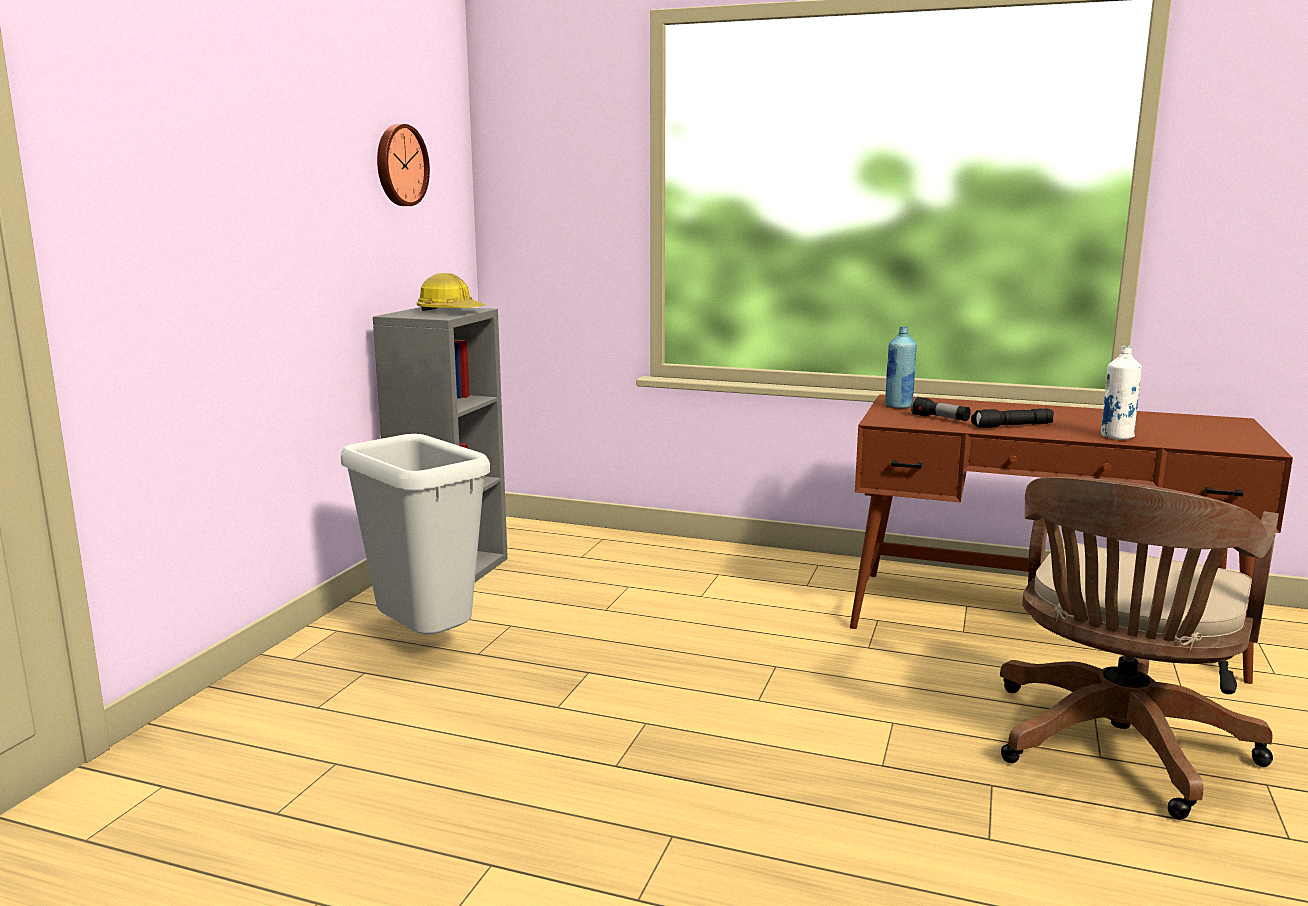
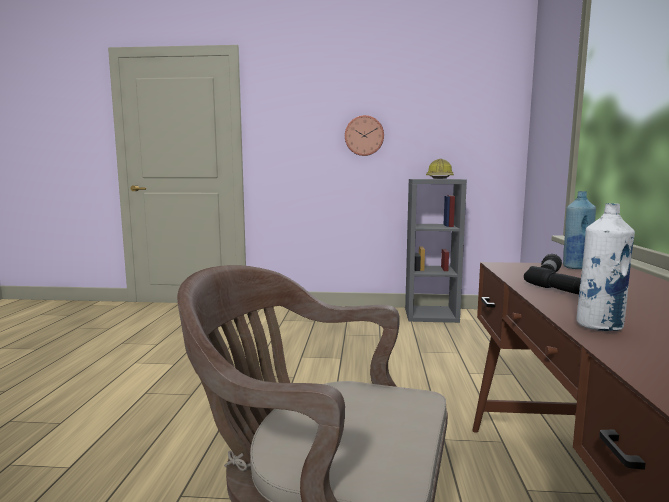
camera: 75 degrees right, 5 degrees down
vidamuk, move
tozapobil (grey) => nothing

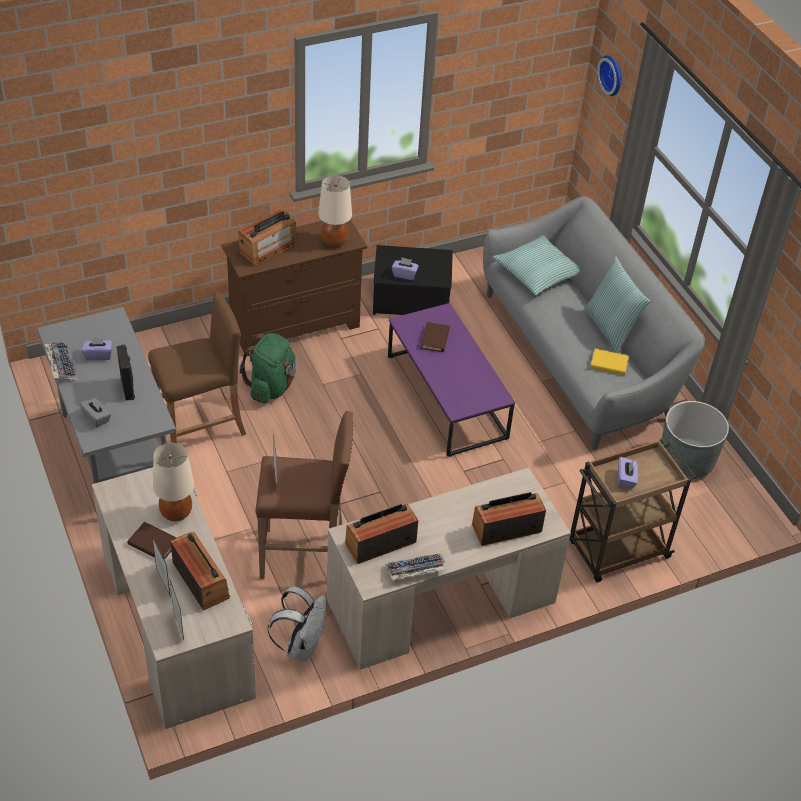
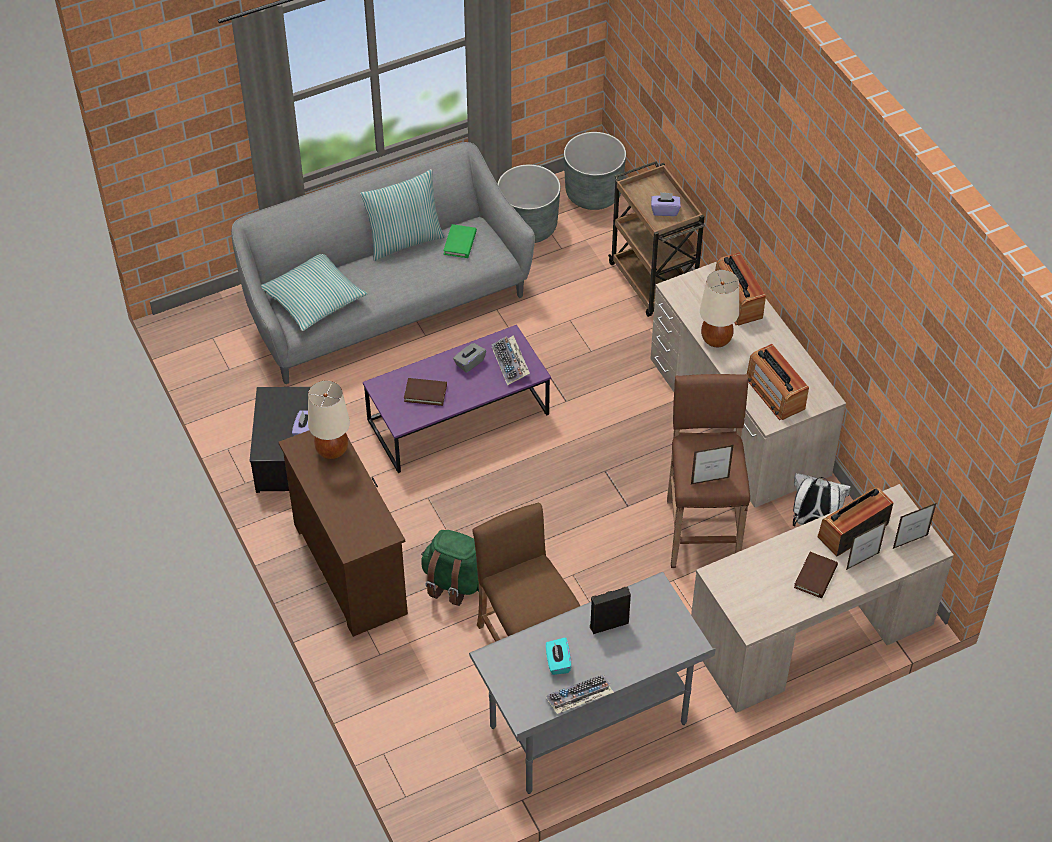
camera: 90 degrees left, 5 degrees up
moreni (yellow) => moreni (green)
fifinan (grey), move
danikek (2nd from left in the first image) => danikek (1st from left), move
fifinan (purple) (1st from left) => fifinan (turquoise)
nothing => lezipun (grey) (2nd from left)
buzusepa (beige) (1st from left in the first image) => buzusepa (beige) (2nd from left), move
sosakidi (2nd from left) => nothing
vidamuk => nothing

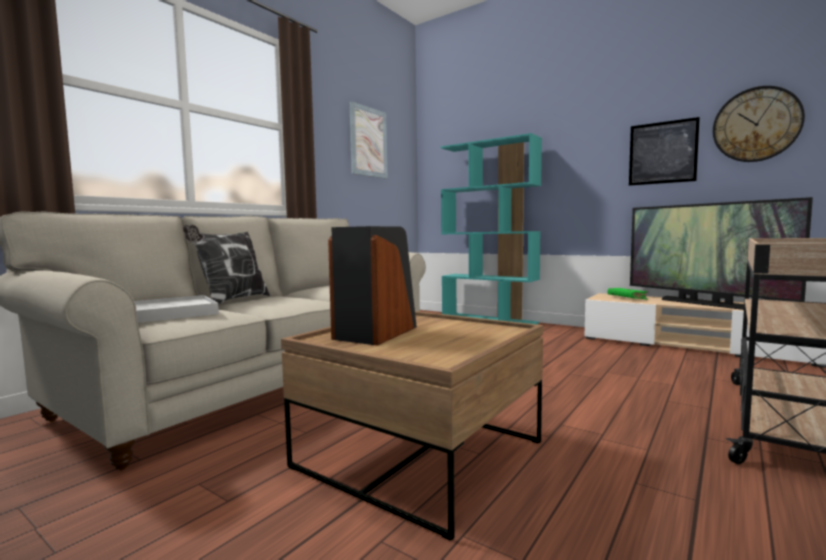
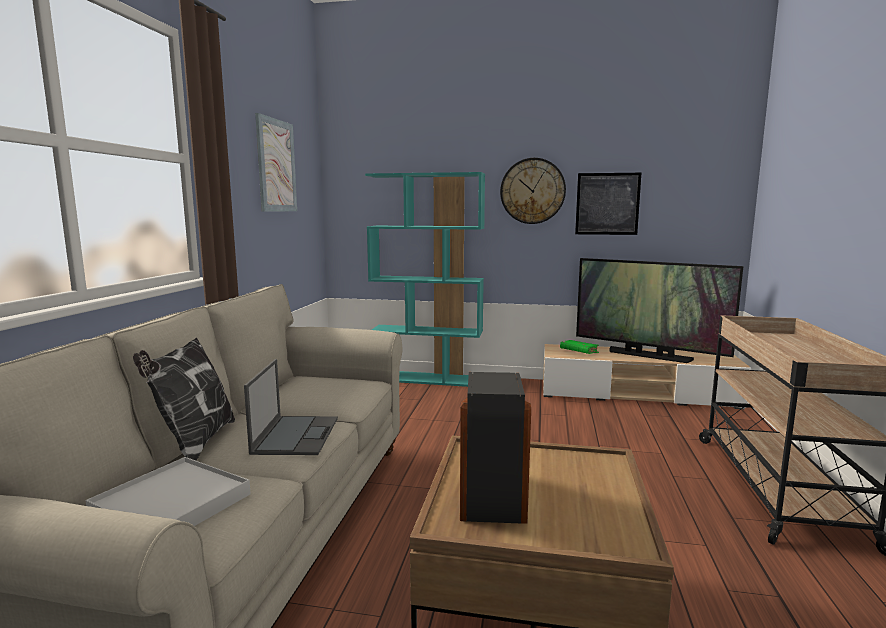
camera: 25 degrees left, 5 degrees up
nothing => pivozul
vidamuk, move

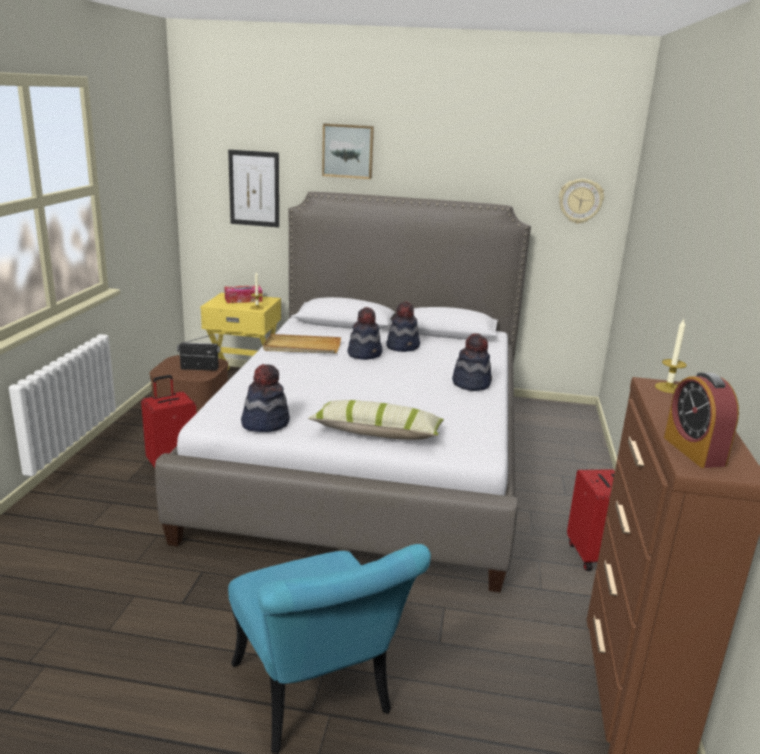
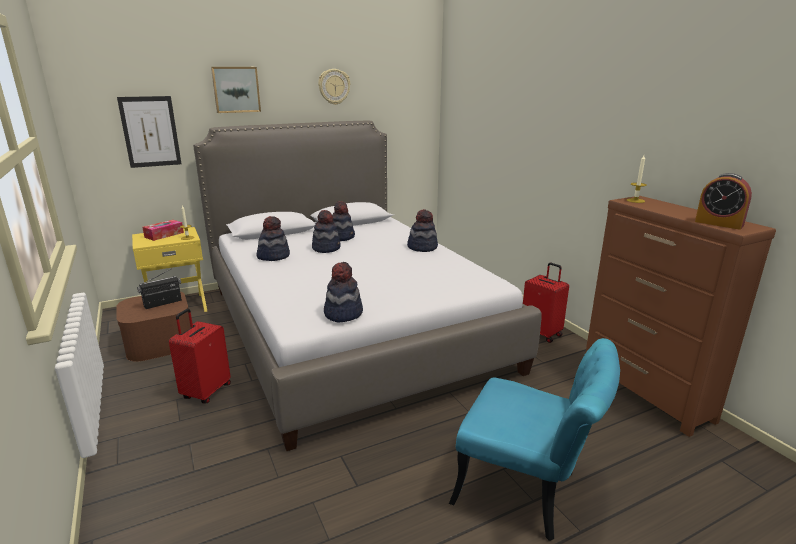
camera: 35 degrees left, 0 degrees up
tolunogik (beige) => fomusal (1st from left)
vidamuk, move
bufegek => nothing

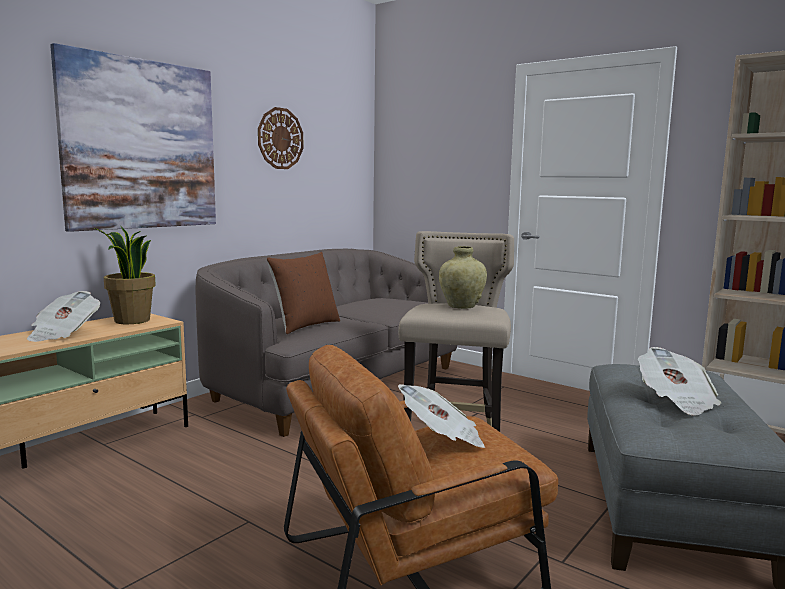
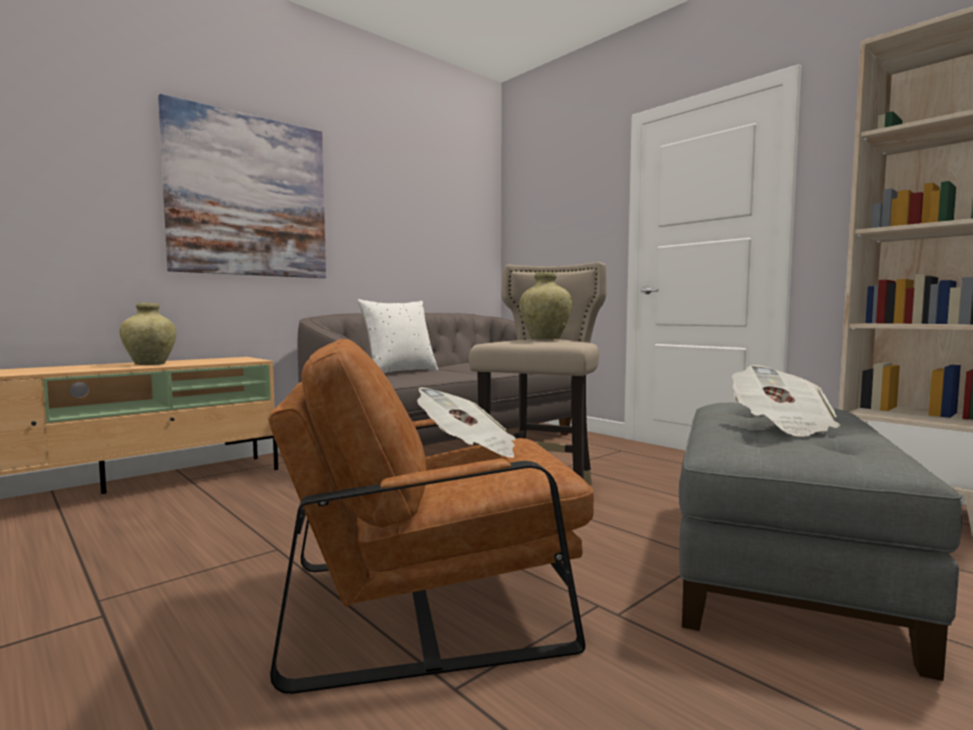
camera: 10 degrees right, 5 degrees down
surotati (1st from left) => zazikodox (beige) (1st from left)
bufegek (brown) => bufegek (white)
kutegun => nothing
vidamuk => nothing

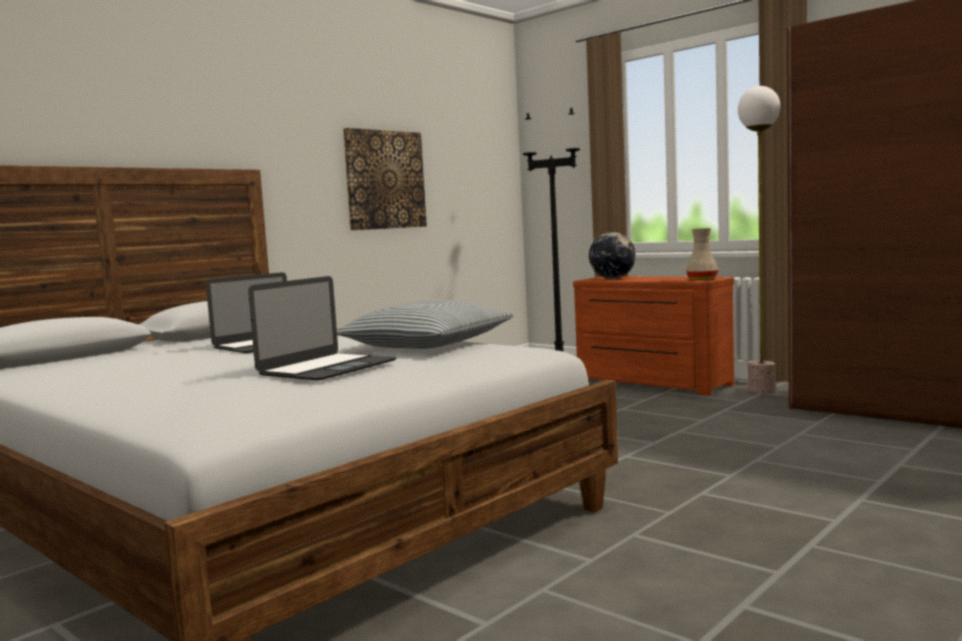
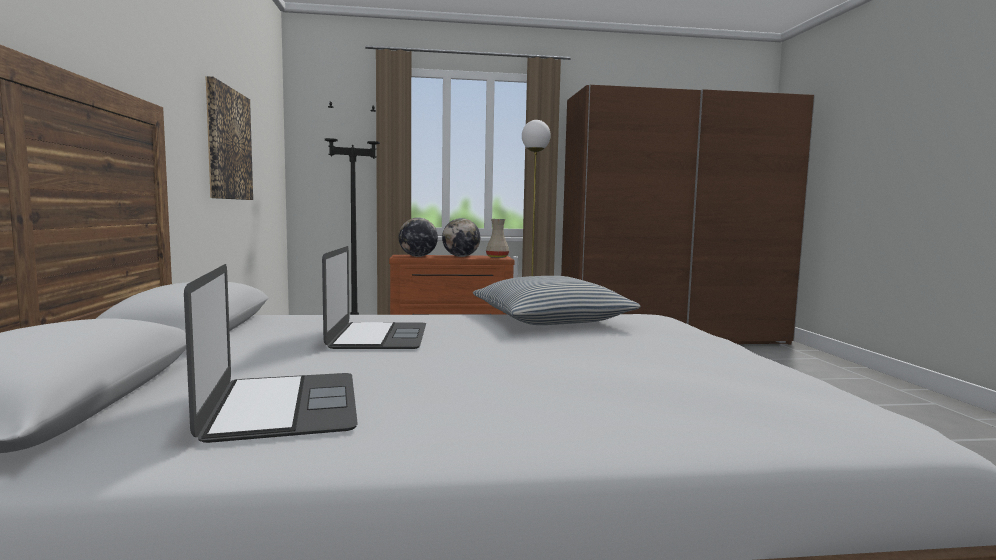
camera: 50 degrees left, 0 degrees up
pivozul (2nd from left in the first image) => pivozul (1st from left), move
nothing => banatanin (2nd from left)

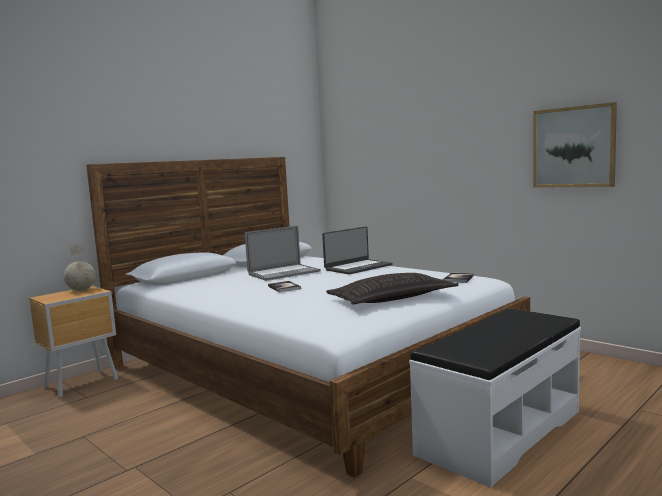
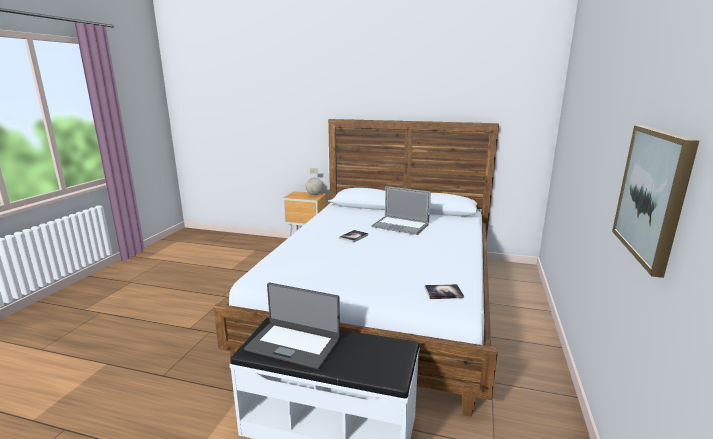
camera: 60 degrees right, 10 degrees up
pivozul (2nd from left in the first image) => pivozul (1st from left), move
bufegek => nothing

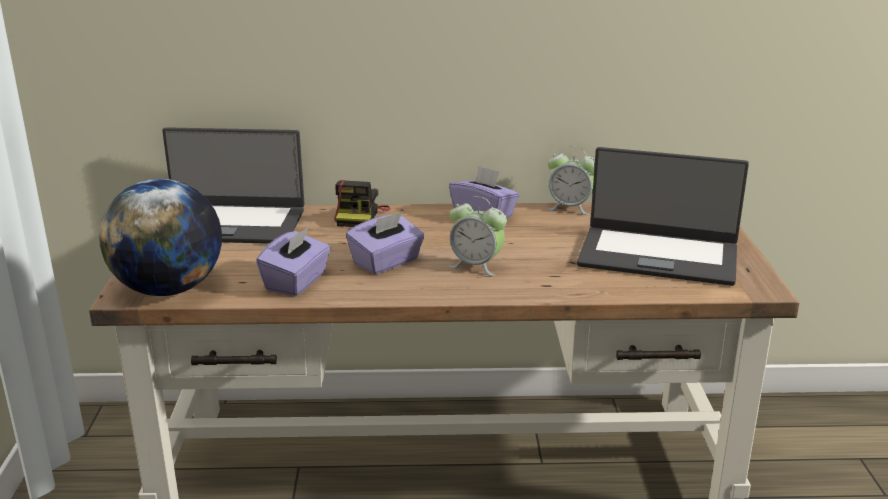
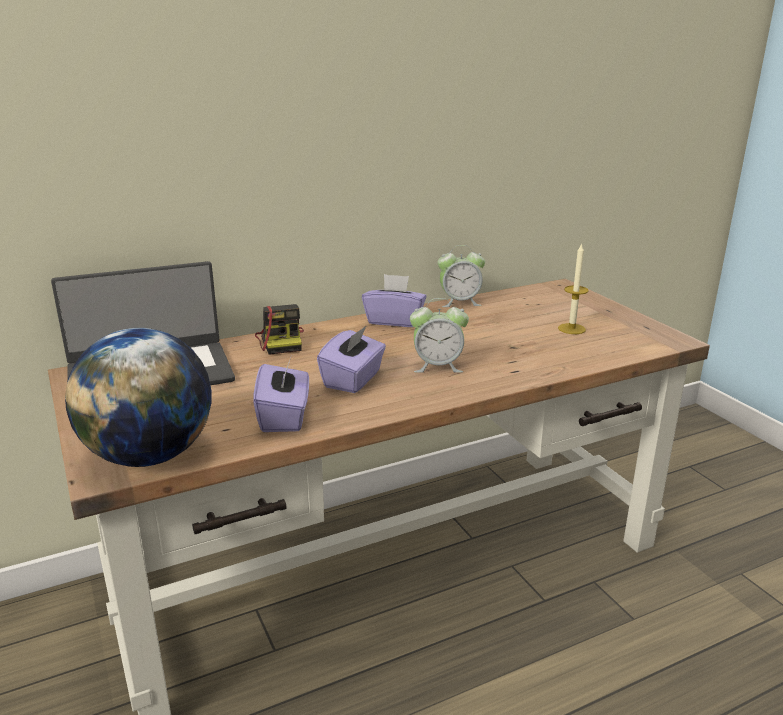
camera: 25 degrees left, 0 degrees up
pivozul (2nd from left) => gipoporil

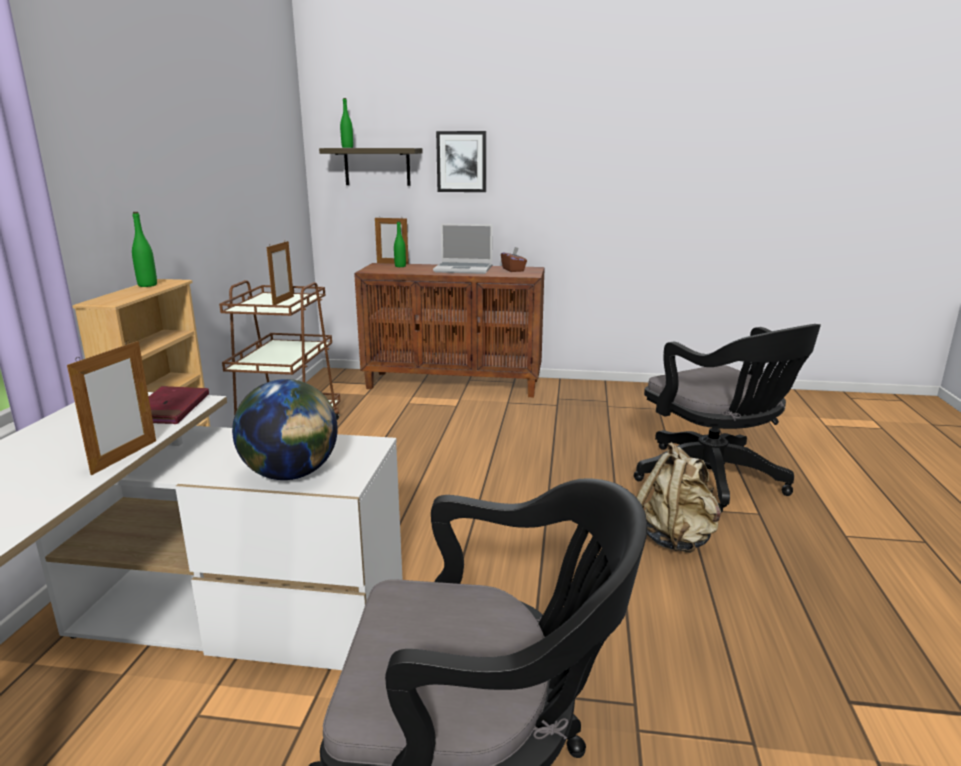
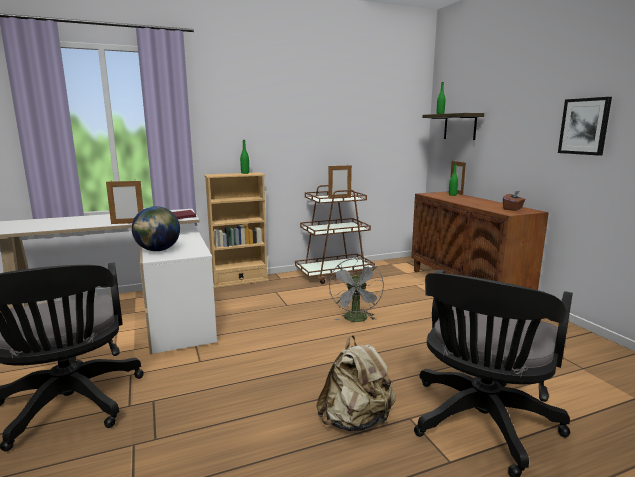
camera: 60 degrees right, 5 degrees down
nothing => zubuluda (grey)
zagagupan, move
pivozul => nothing

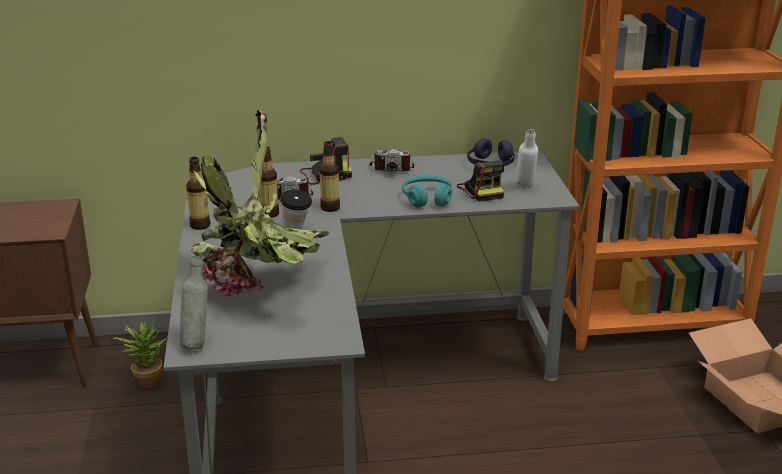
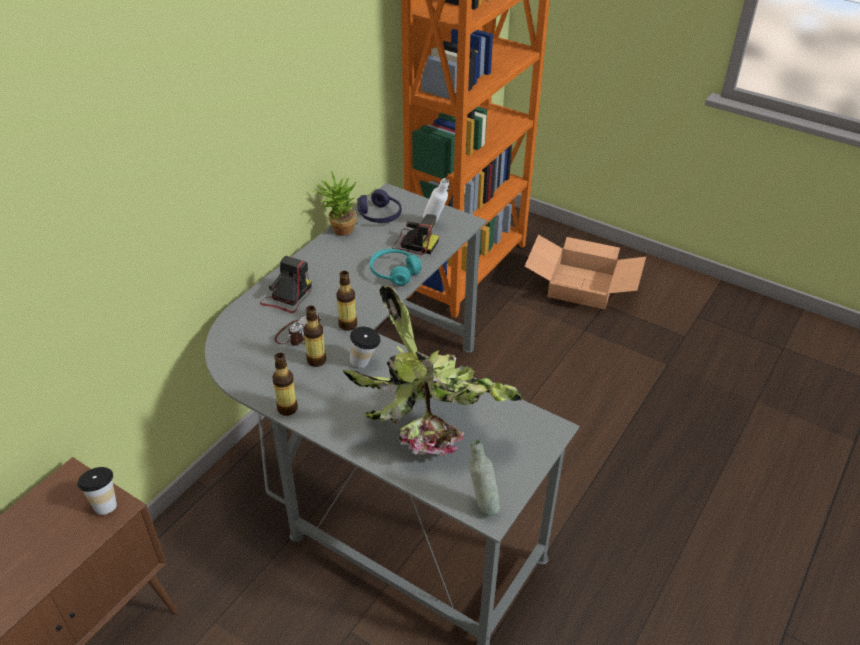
camera: 50 degrees left, 15 degrees up
nothing => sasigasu (1st from left)
kutegun (1st from left), move
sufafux (3rd from left) => nothing

